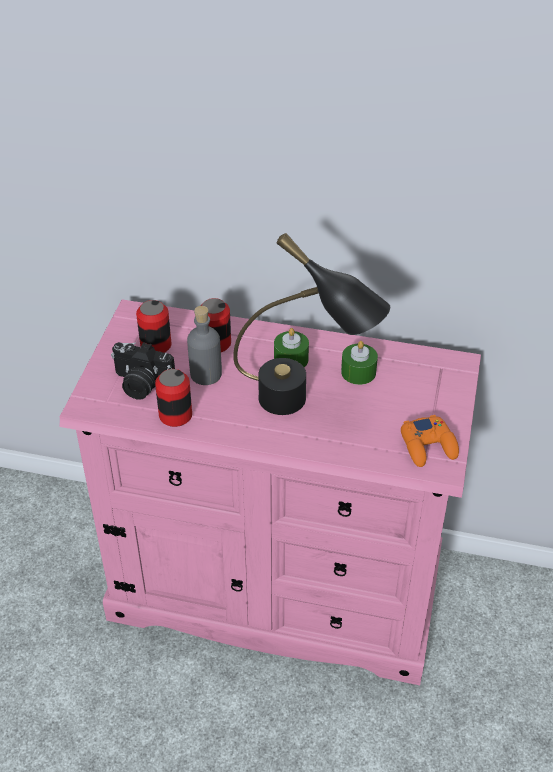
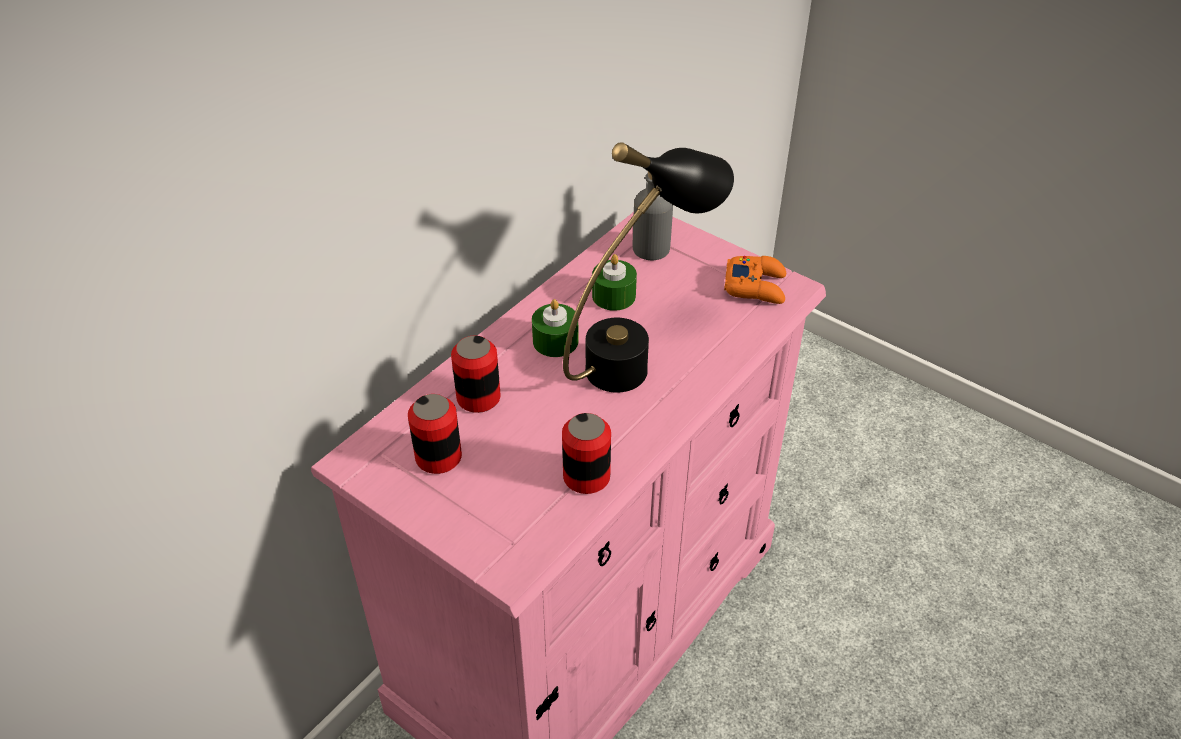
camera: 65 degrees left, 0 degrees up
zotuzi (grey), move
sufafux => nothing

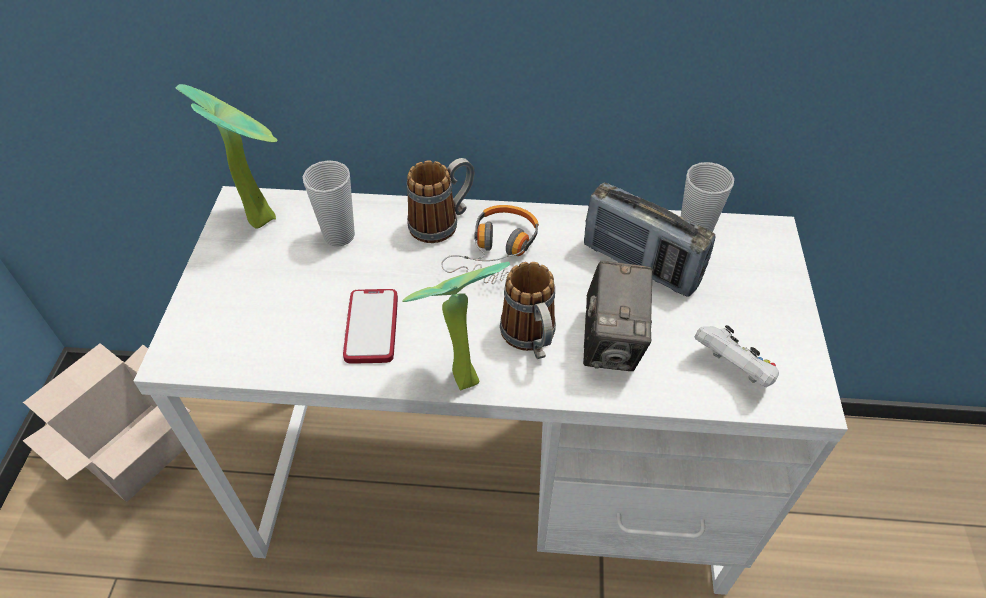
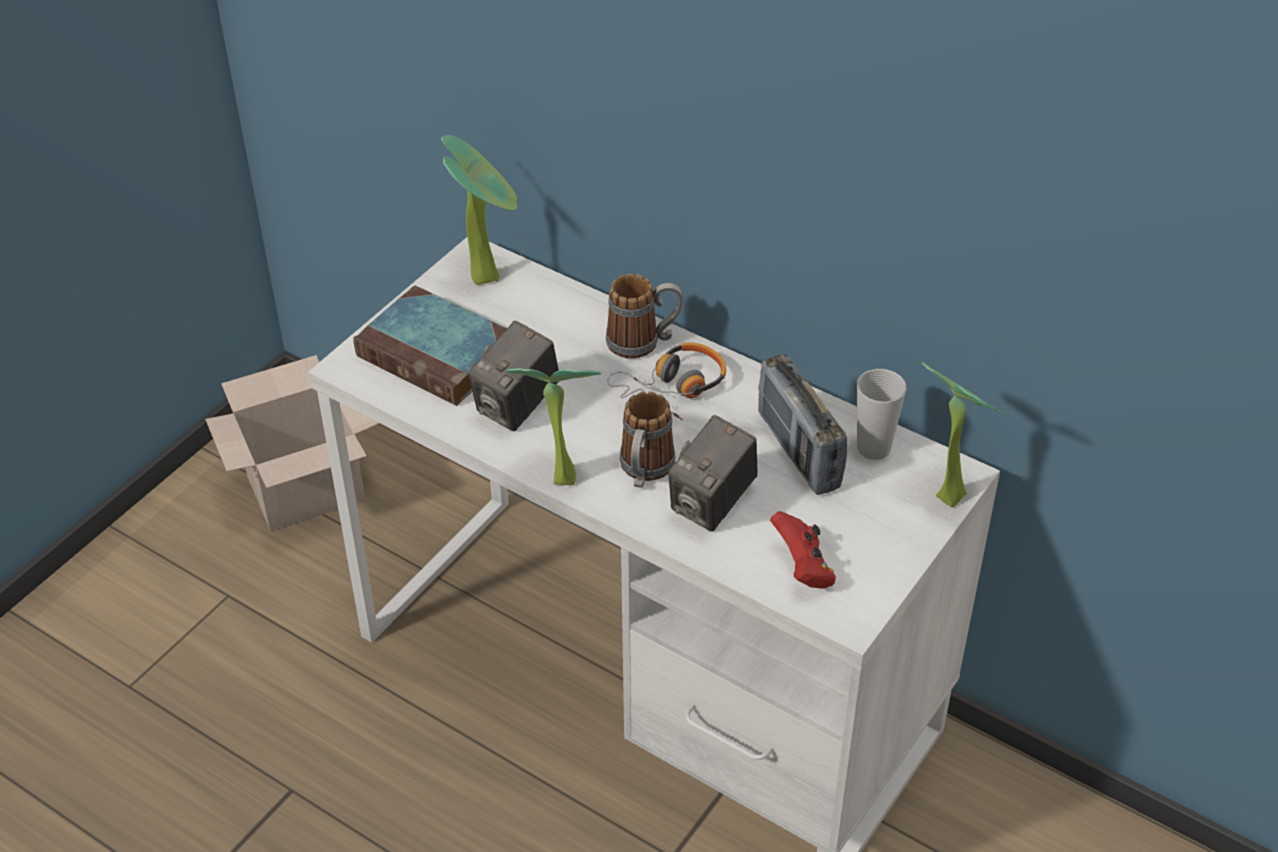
camera: 30 degrees right, 5 degrees down
nothing => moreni
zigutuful => sufafux (1st from left)
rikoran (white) => rikoran (red)
nothing => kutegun (3rd from left)
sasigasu (1st from left) => nothing

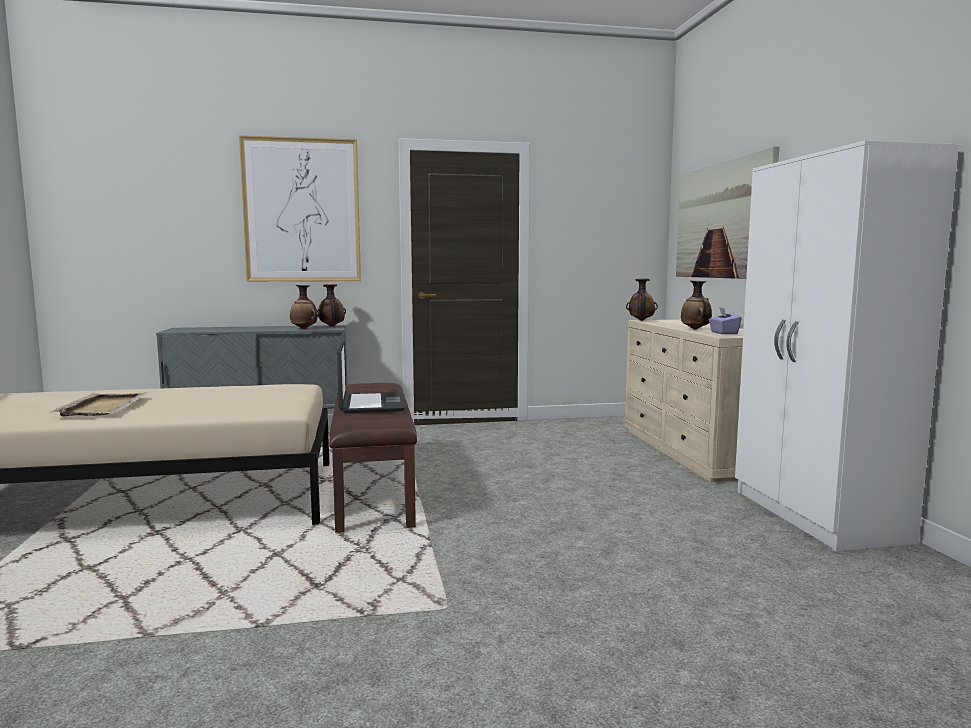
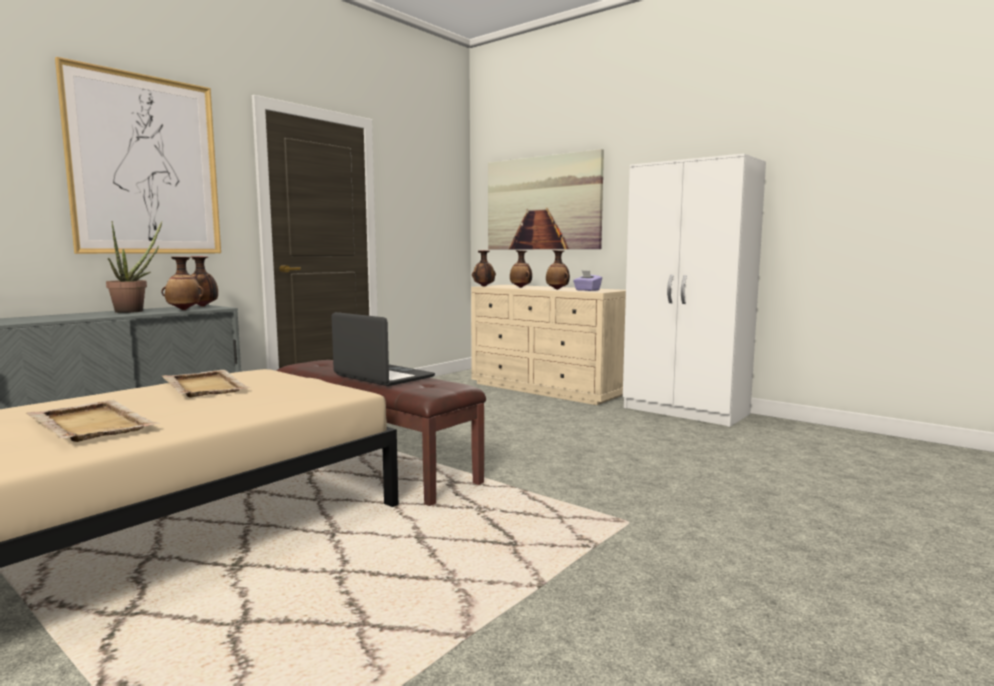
camera: 40 degrees left, 0 degrees up
nothing => kutegun
nothing => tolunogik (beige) (2nd from left)
nothing => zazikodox (4th from left)

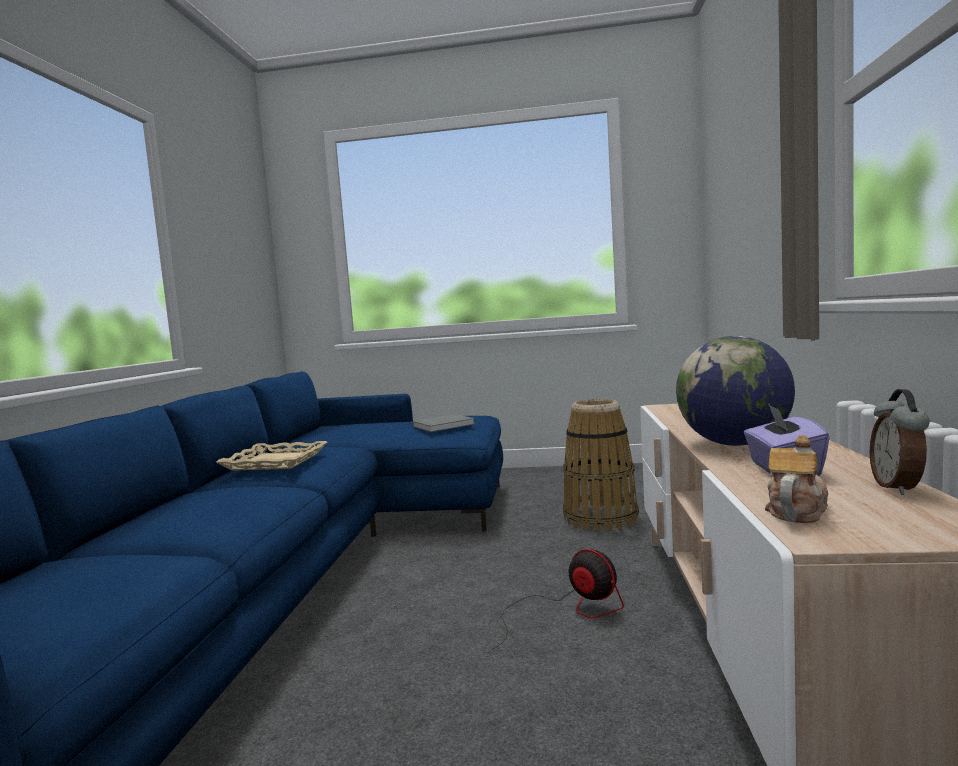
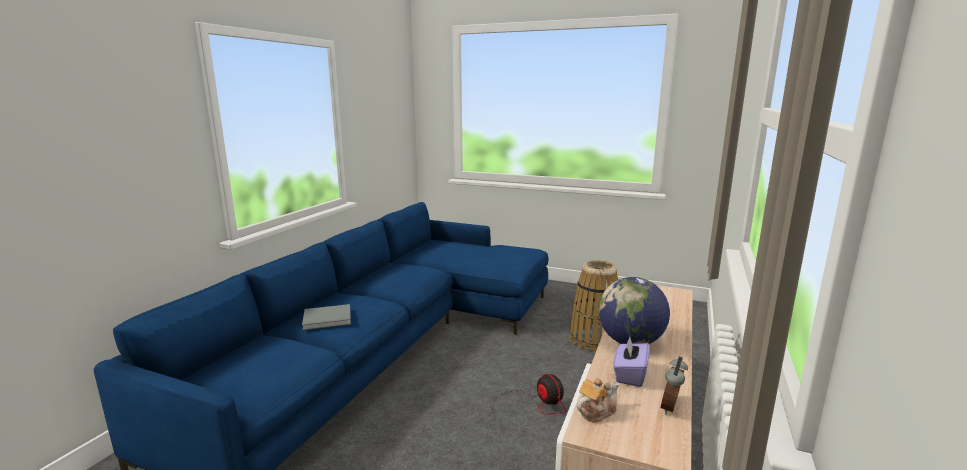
camera: 15 degrees right, 10 degrees up
moreni (grey), move
tolunogik (beige) => nothing

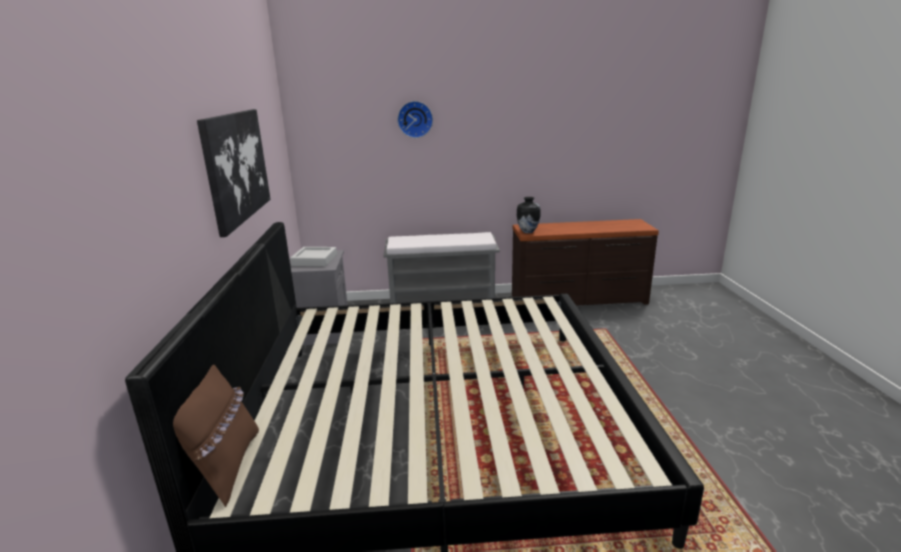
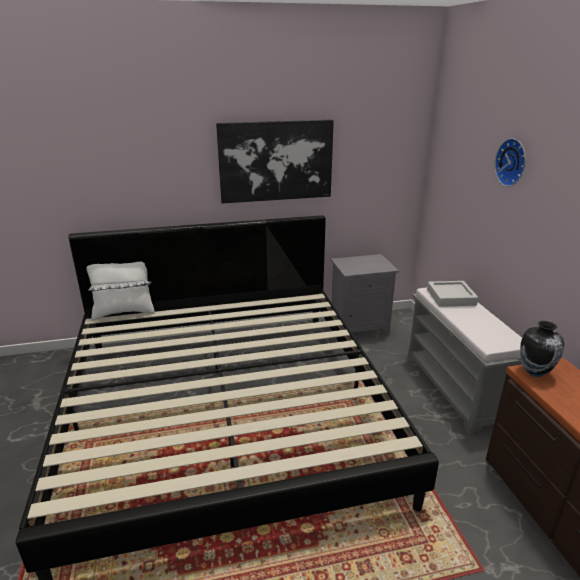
camera: 80 degrees right, 5 degrees up
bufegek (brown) => bufegek (white)
tolunogik (grey), move

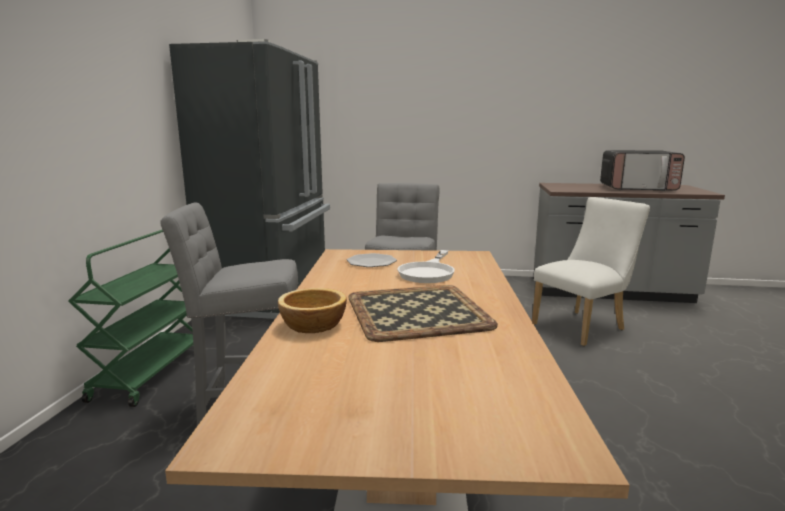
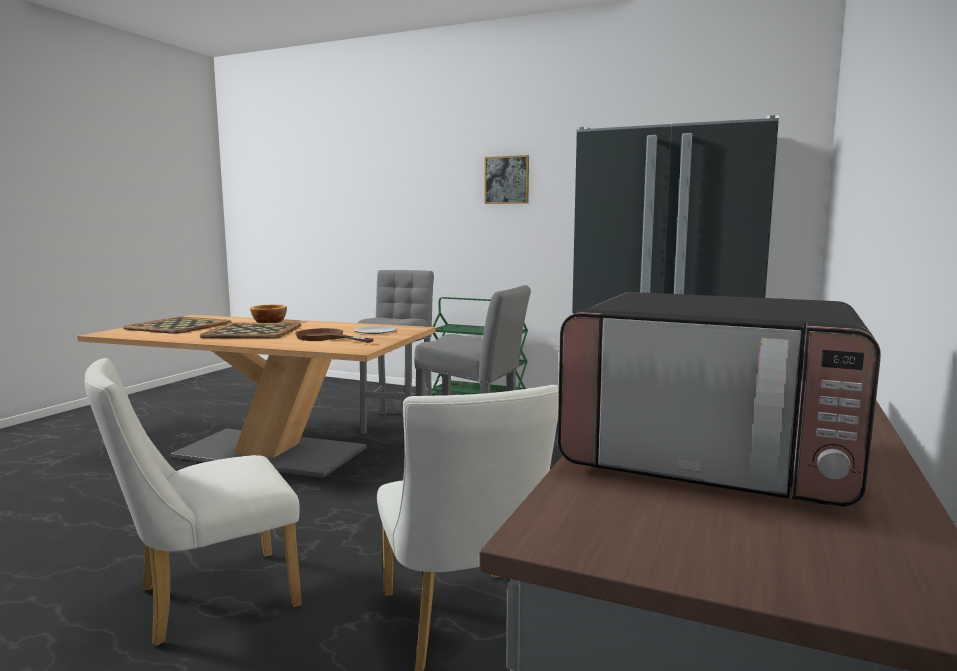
camera: 105 degrees right, 5 degrees down
nothing => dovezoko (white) (1st from left)
nothing => tolunogik (1st from left)
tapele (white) => tapele (brown)
nothing => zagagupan
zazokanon, 90 degrees counterclockwise

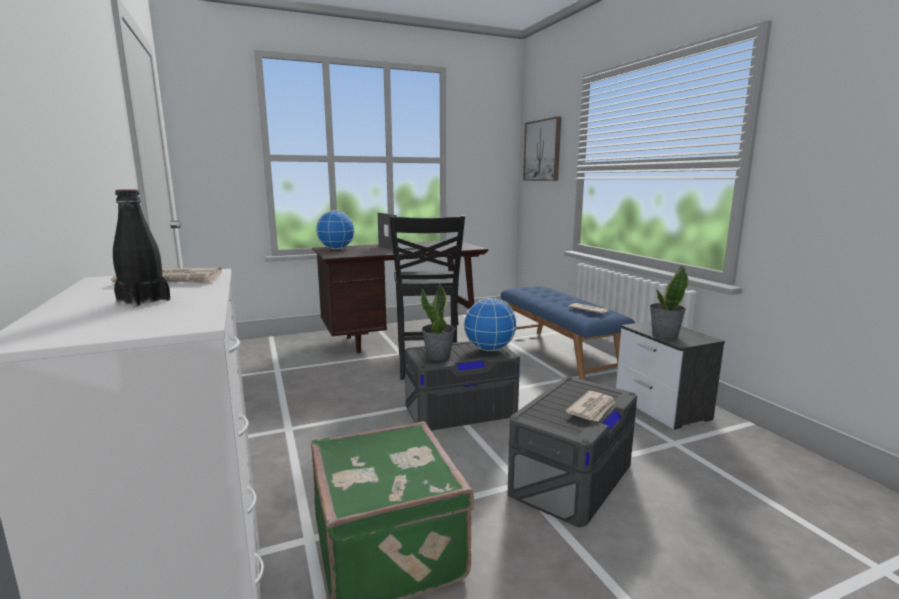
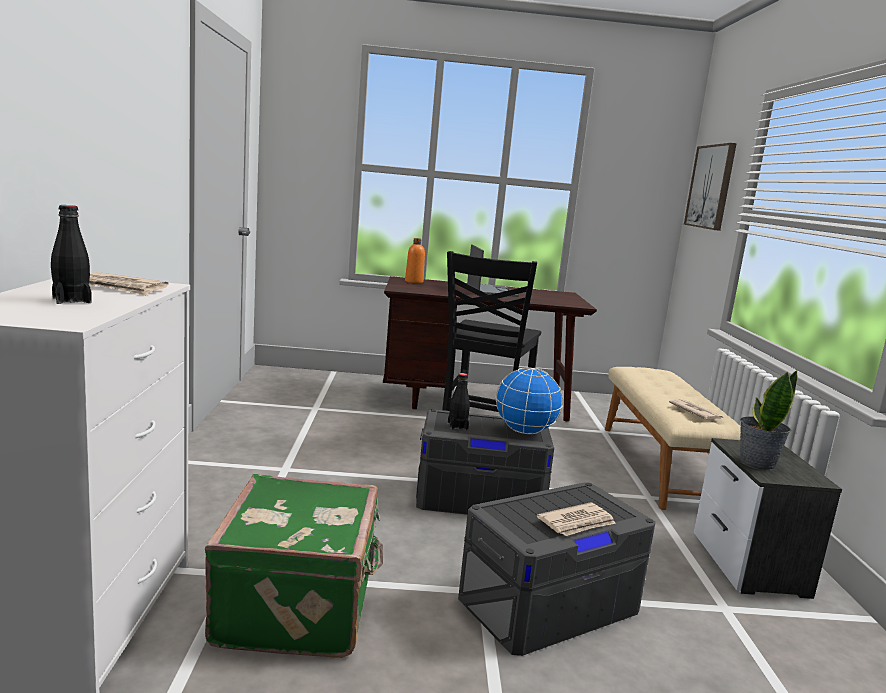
camera: 20 degrees right, 0 degrees up
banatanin (1st from left) => zotuzi (orange)
kutegun (1st from left) => zotuzi (black) (2nd from left)
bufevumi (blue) => bufevumi (beige)

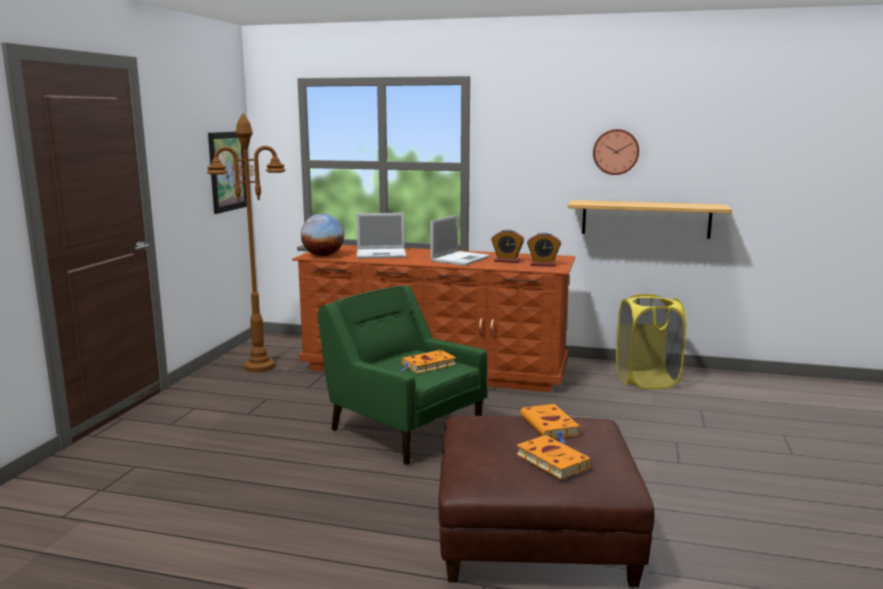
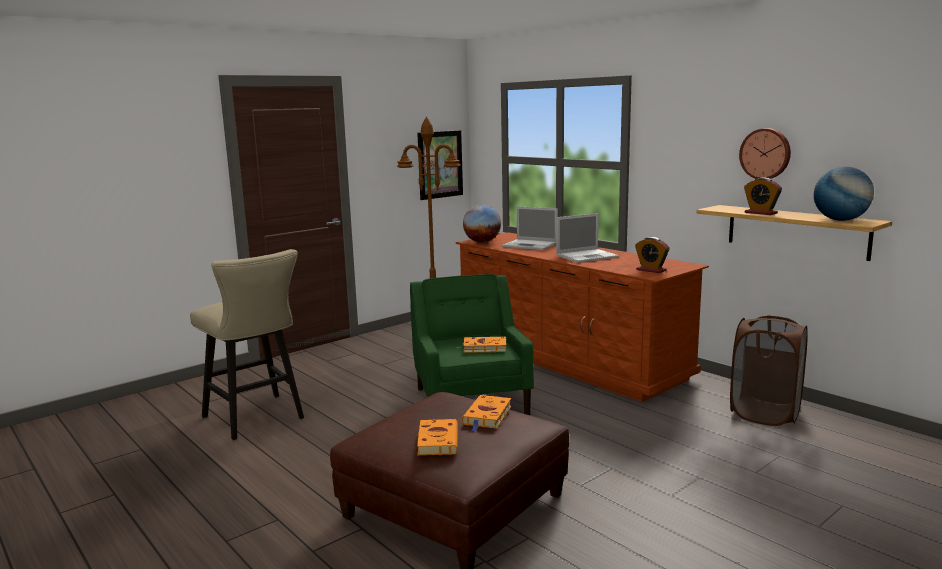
camera: 35 degrees right, 0 degrees up
nothing => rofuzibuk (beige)
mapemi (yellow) => mapemi (brown)
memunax (1st from left in the first image) => memunax (2nd from left), move
nothing => banatanin (2nd from left)

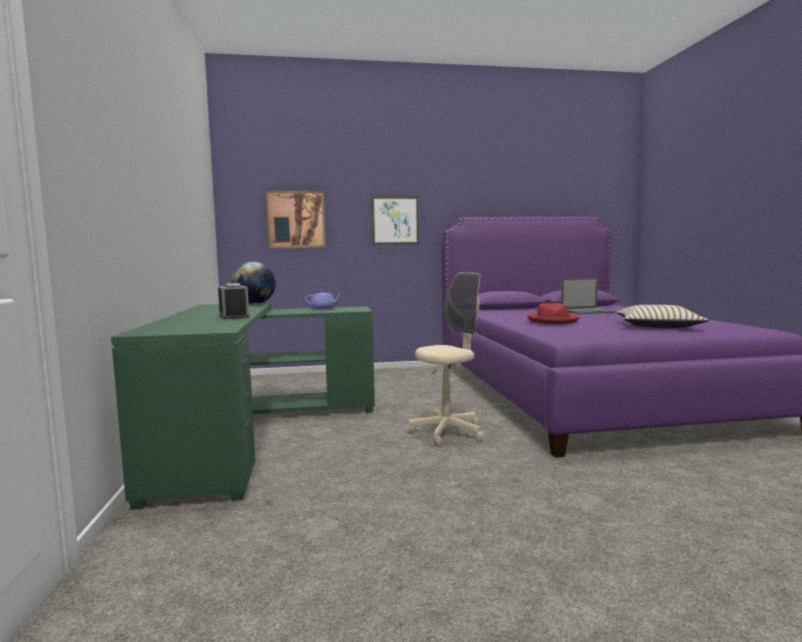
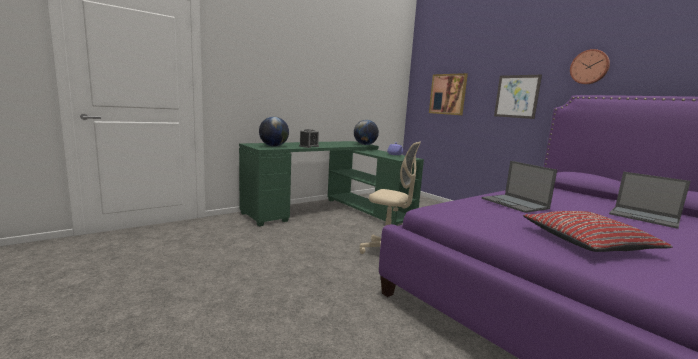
camera: 60 degrees right, 5 degrees up
nothing => banatanin (1st from left)
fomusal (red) => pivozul (1st from left)
bufegek (beige) => bufegek (red)
nothing => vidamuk

